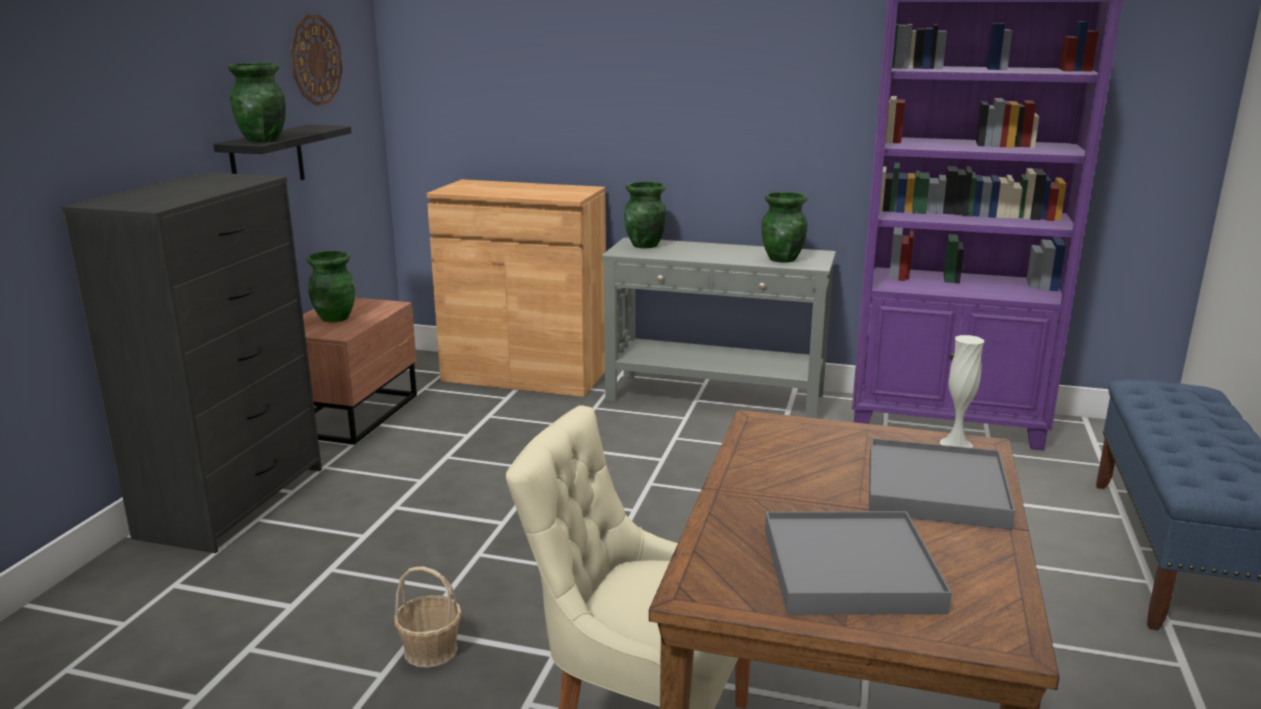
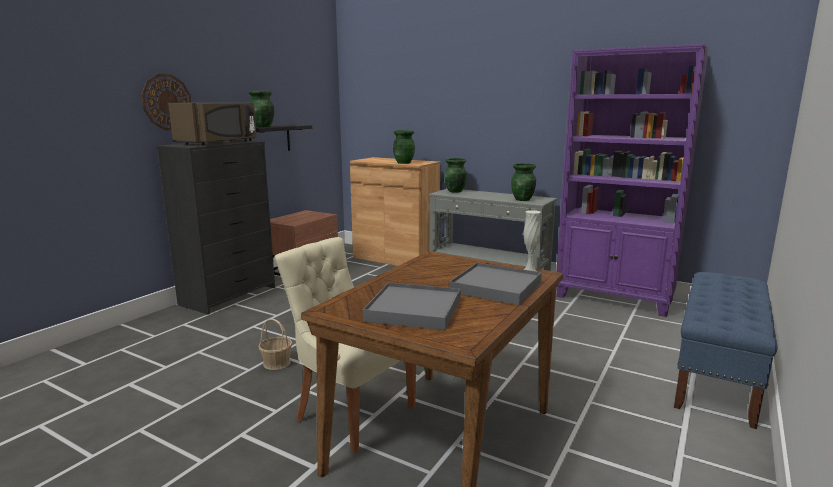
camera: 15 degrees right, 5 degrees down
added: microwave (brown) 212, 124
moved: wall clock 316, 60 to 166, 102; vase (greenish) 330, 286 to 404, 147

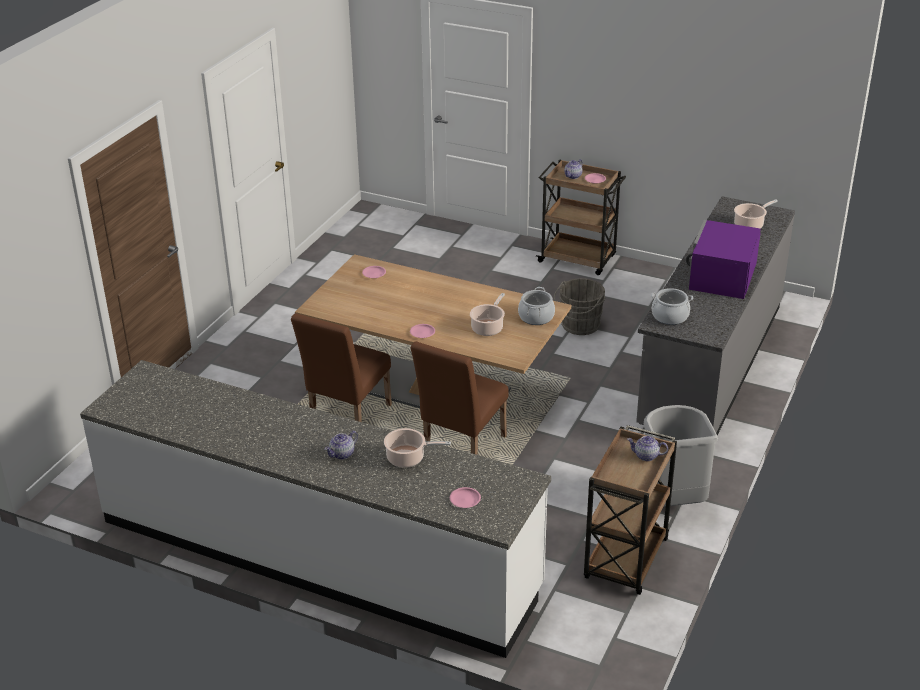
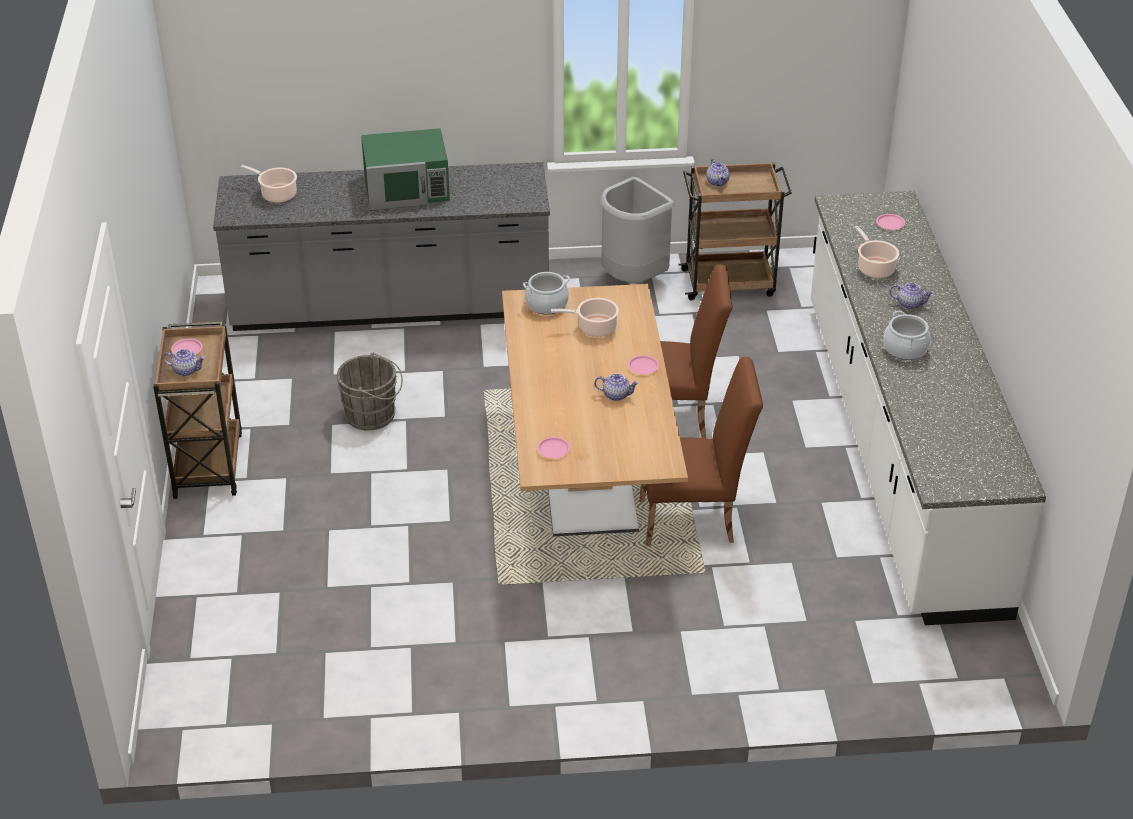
camera: 120 degrees left, 5 degrees up
added: tea pot 616, 387
moved: saucepot 672, 306 to 907, 335
recoloured: microwave (purplish) 723, 259 to microwave (greenish) 405, 169

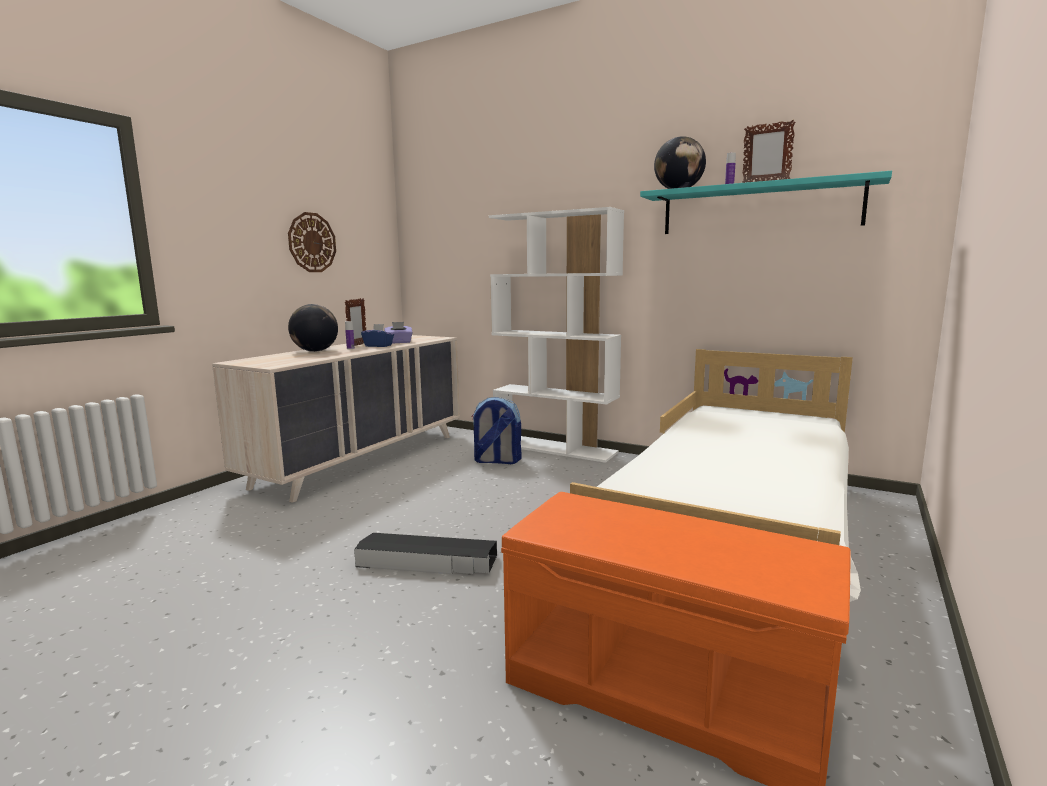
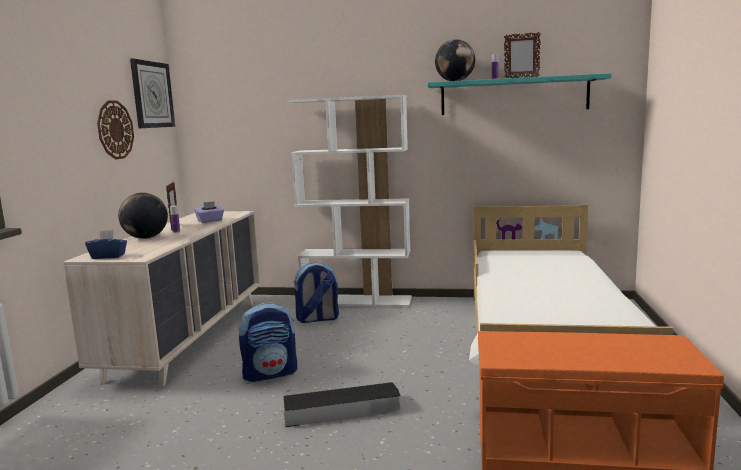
camera: 20 degrees left, 0 degrees up
added: wall clock 152, 93; backpack 267, 342
moved: tissue holder (blue) 377, 335 to 106, 244

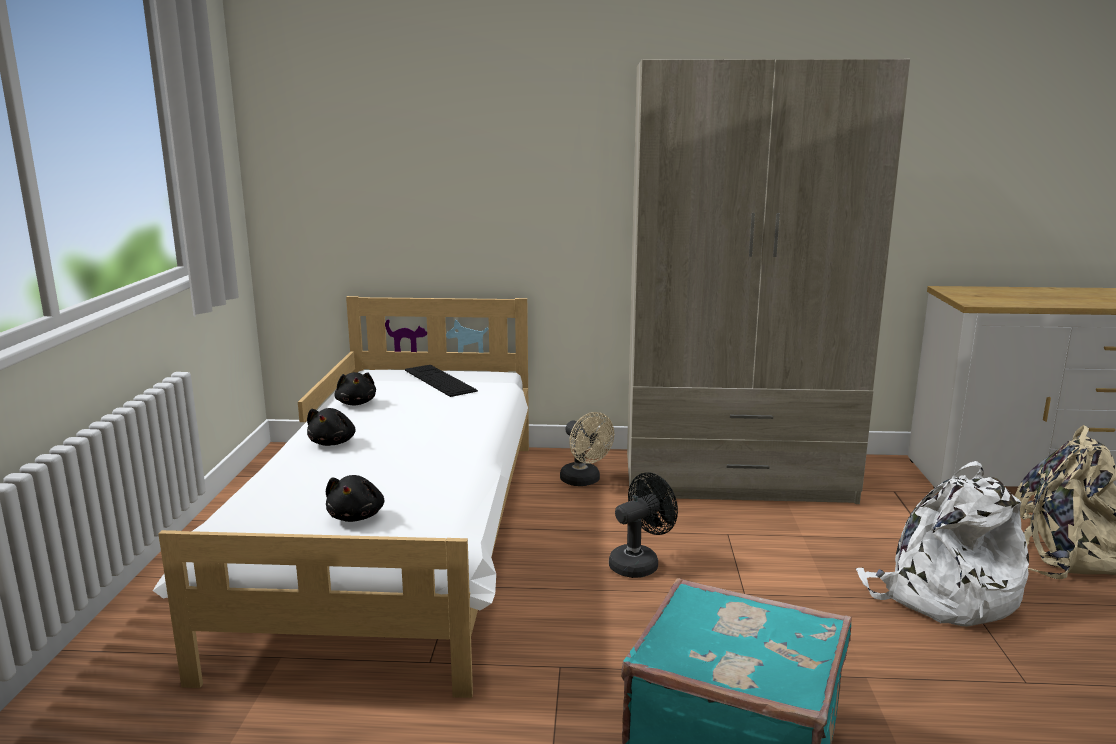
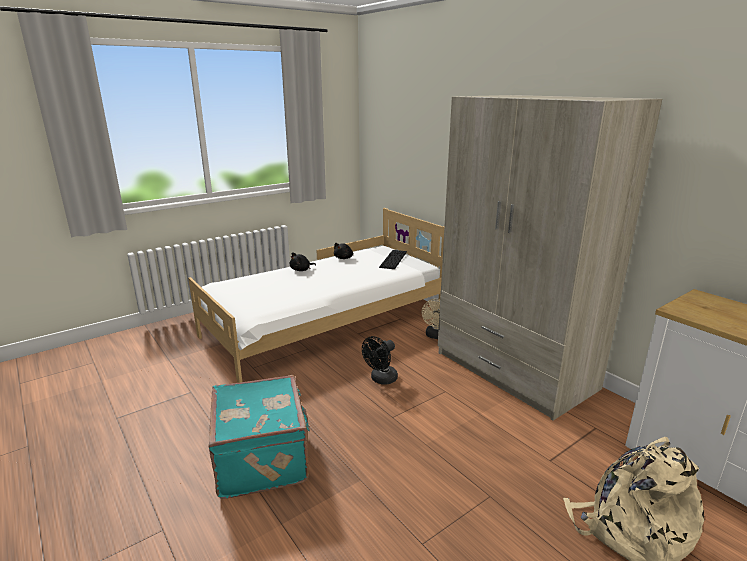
camera: 50 degrees right, 5 degrees up
removed: backpack (whitish) 942, 543; soft toy (black-coloured) 355, 498
turned: electric fan (black-coloured) 643, 525 = 380, 360 120 degrees clockwise

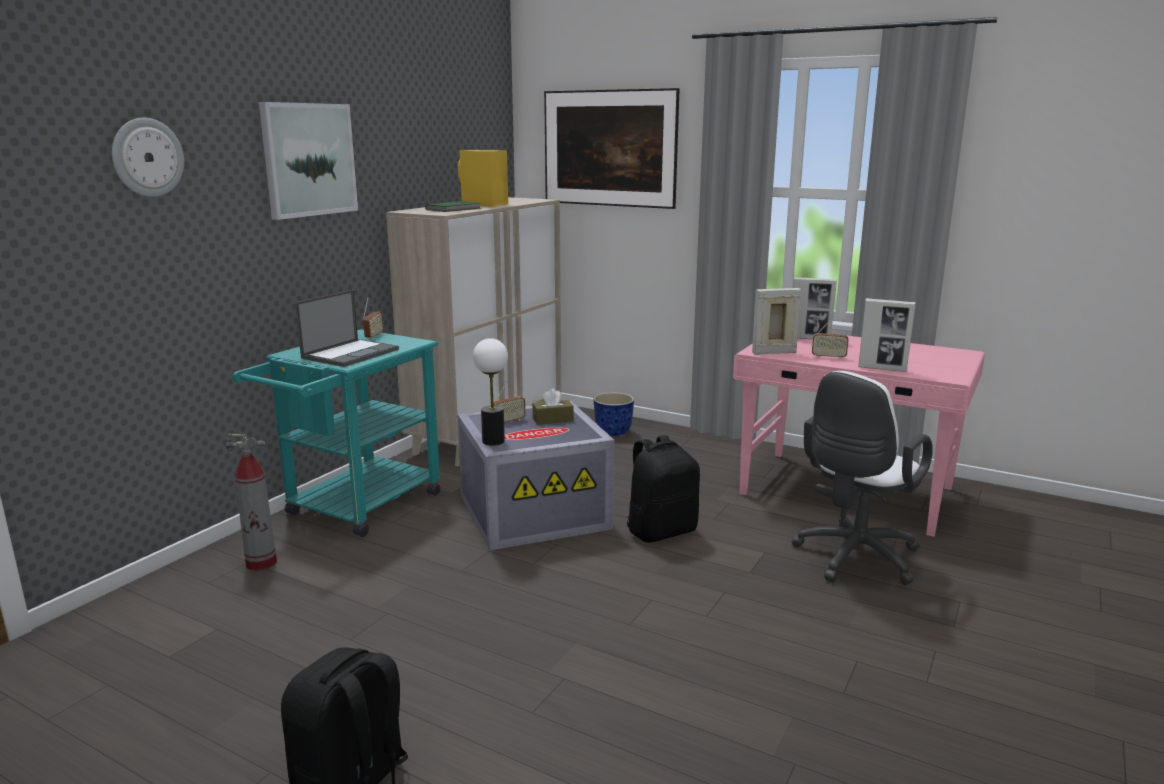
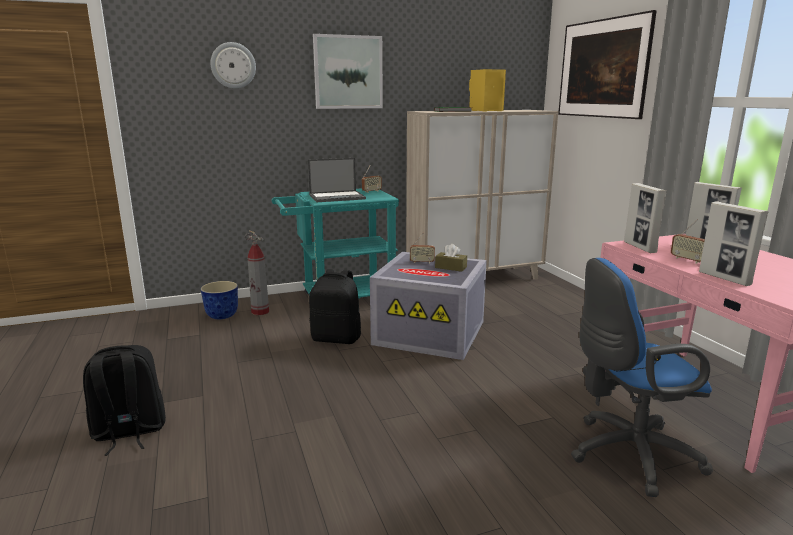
camera: 40 degrees right, 0 degrees up
removed: tabletop lamp 490, 391
moved: plant pot 614, 414 to 219, 300; backpack (black-coloured) 663, 489 to 335, 306
recoloured: office chair (whitish) 862, 478 to office chair (blue) 642, 377
turned: standing frame 776, 321 = 645, 218 135 degrees counterclockwise

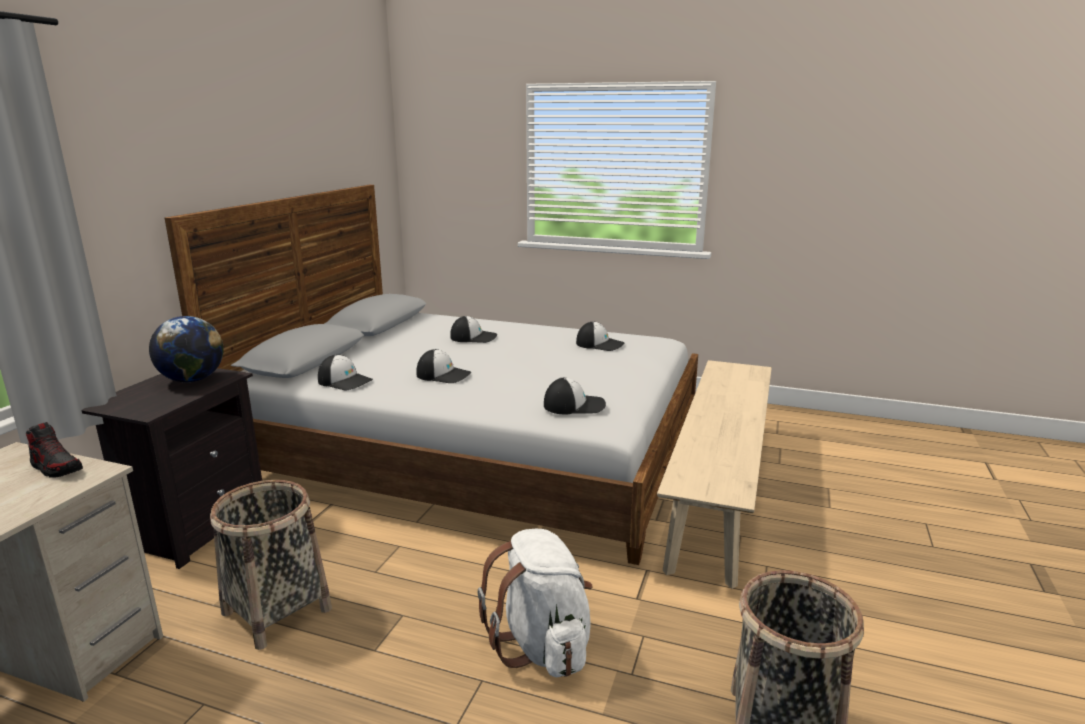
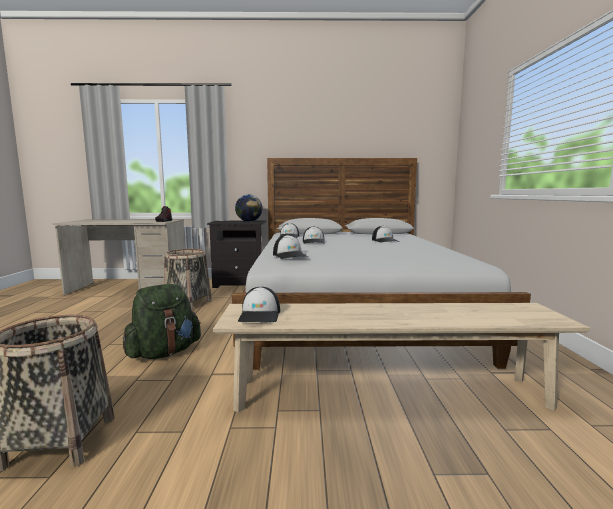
camera: 70 degrees right, 10 degrees down
moved: baseball cap 600, 336 to 259, 304
recoloured: backpack (whitish) 535, 603 to backpack (greenish) 162, 321

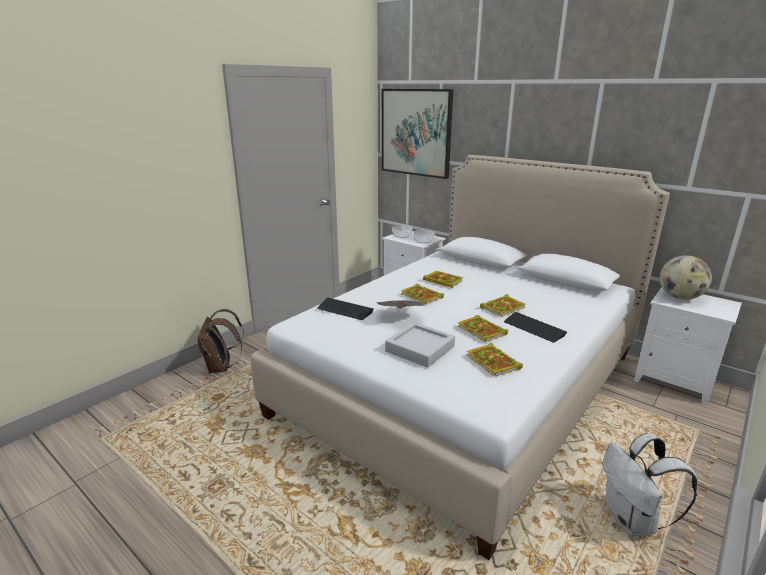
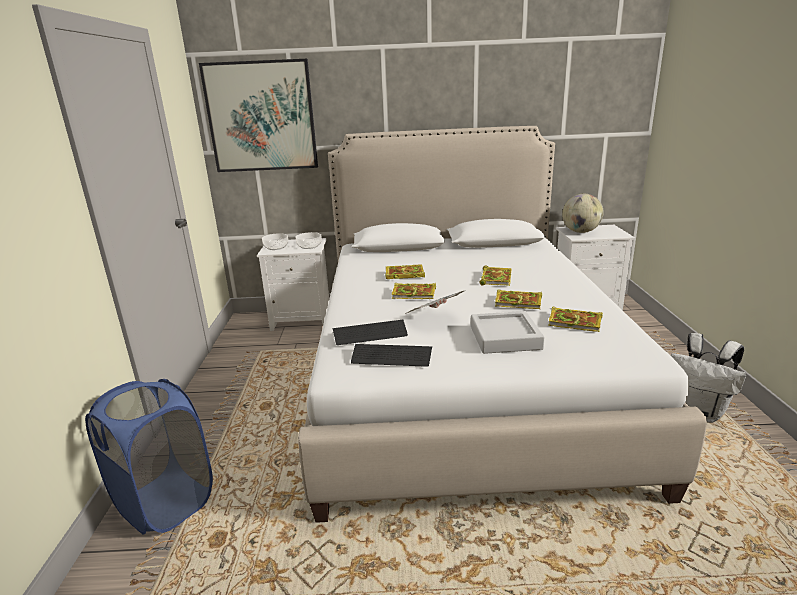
camera: 40 degrees left, 0 degrees up
moved: computer keyboard 535, 327 to 391, 355
replaced: backpack (brown) 221, 341 to washing basket (blue) 149, 457

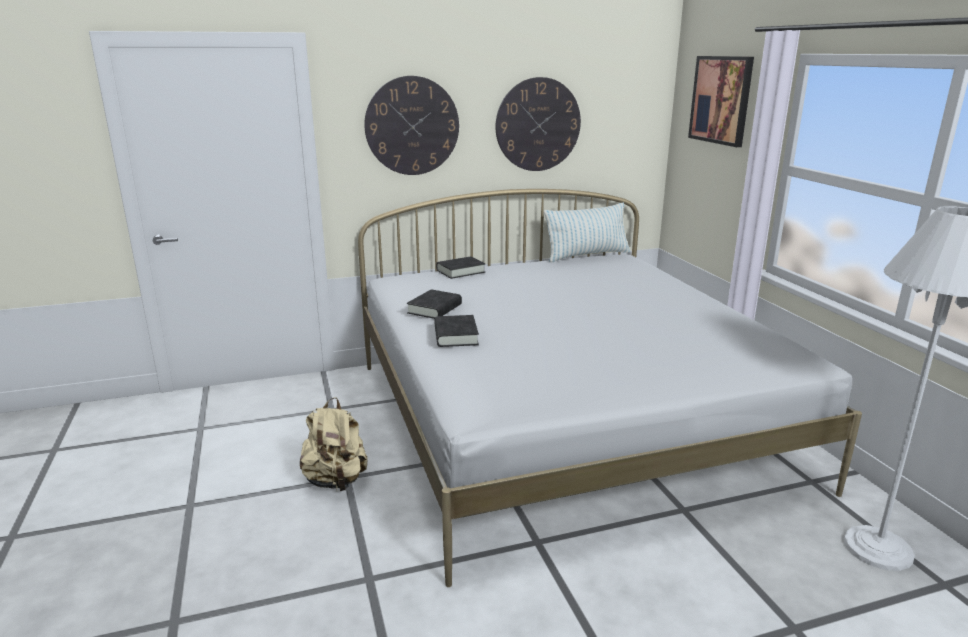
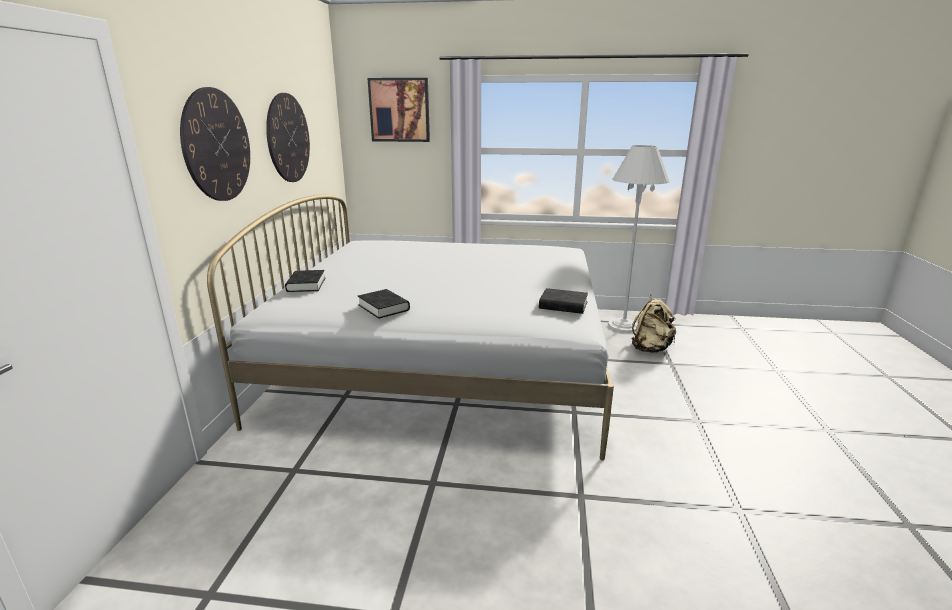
camera: 65 degrees left, 0 degrees up
removed: pillow 587, 232
moved: book (black-coloured) 456, 331 to 563, 301; backpack (beige) 334, 444 to 654, 323

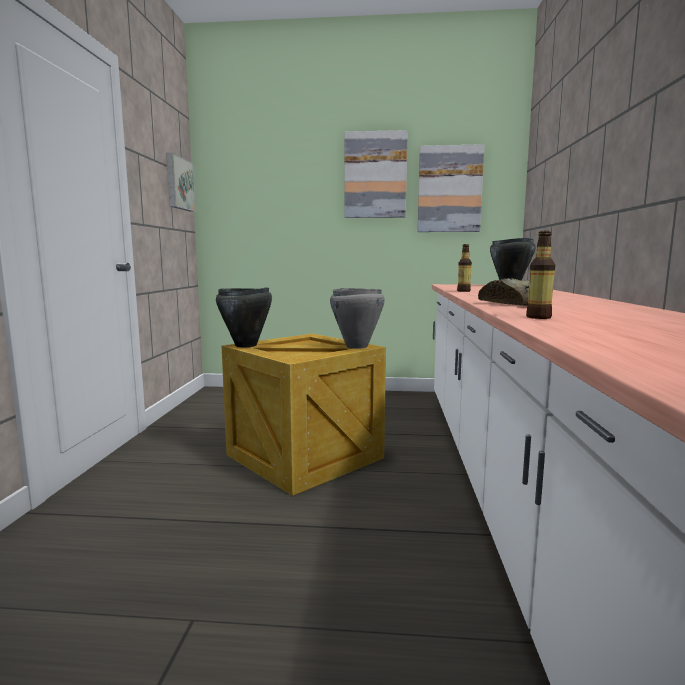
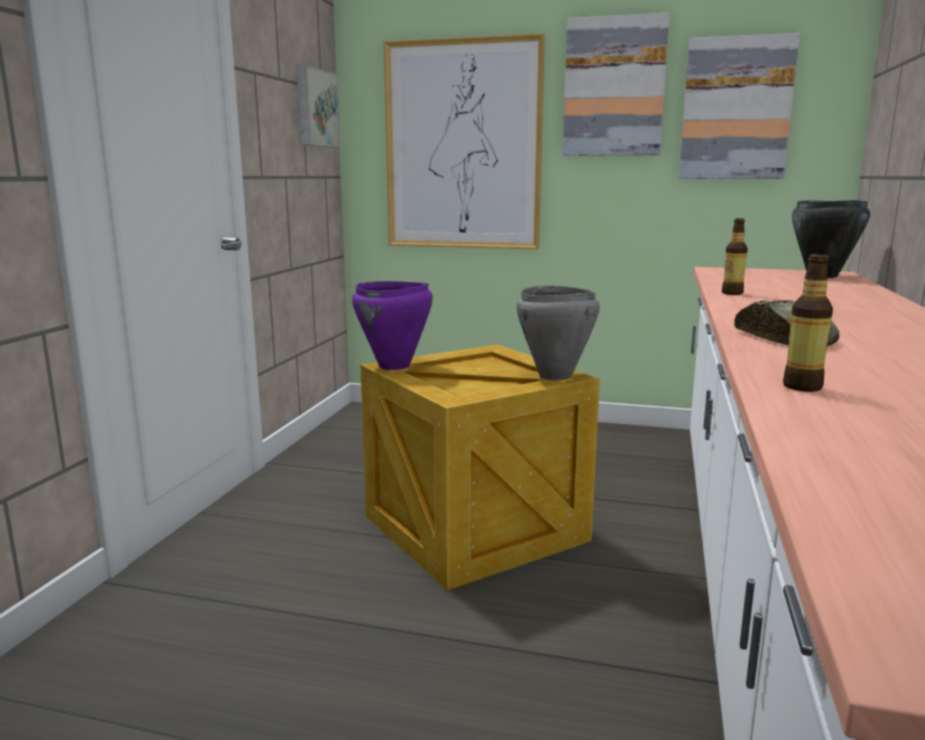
camera: 10 degrees right, 5 degrees up
added: picture 464, 141
recoloured: saucepot (black-coloured) 244, 317 to saucepot (purplish) 392, 325

